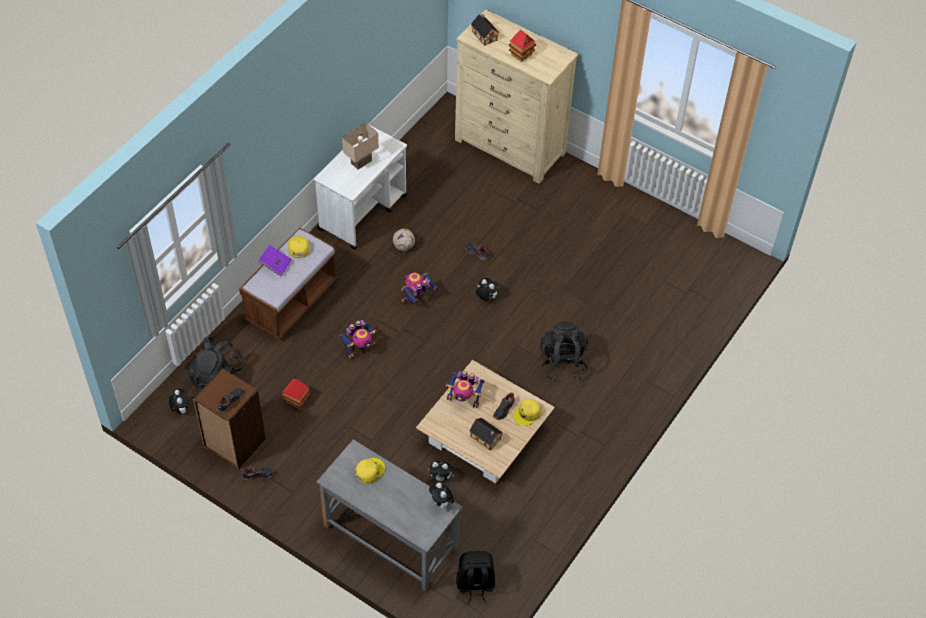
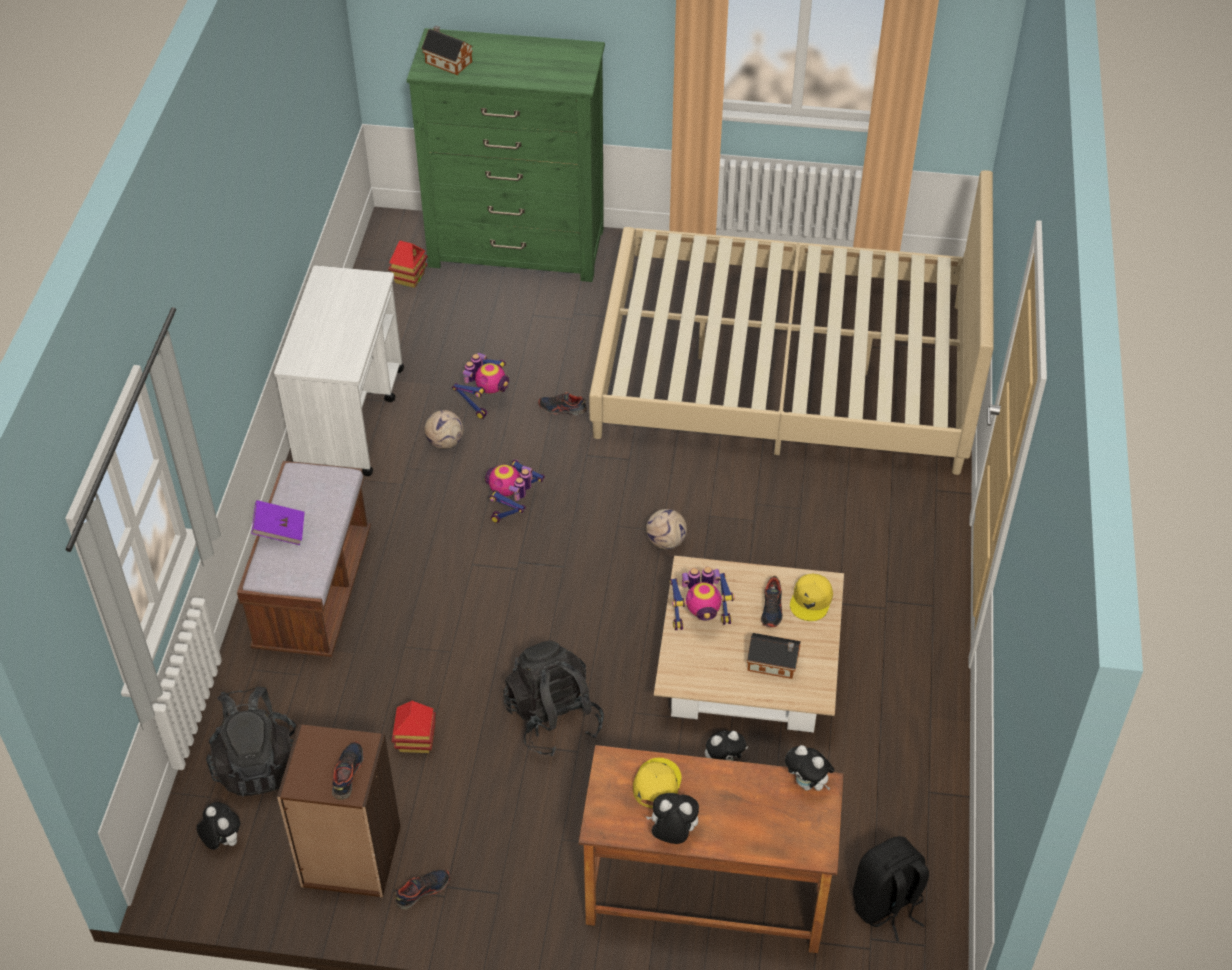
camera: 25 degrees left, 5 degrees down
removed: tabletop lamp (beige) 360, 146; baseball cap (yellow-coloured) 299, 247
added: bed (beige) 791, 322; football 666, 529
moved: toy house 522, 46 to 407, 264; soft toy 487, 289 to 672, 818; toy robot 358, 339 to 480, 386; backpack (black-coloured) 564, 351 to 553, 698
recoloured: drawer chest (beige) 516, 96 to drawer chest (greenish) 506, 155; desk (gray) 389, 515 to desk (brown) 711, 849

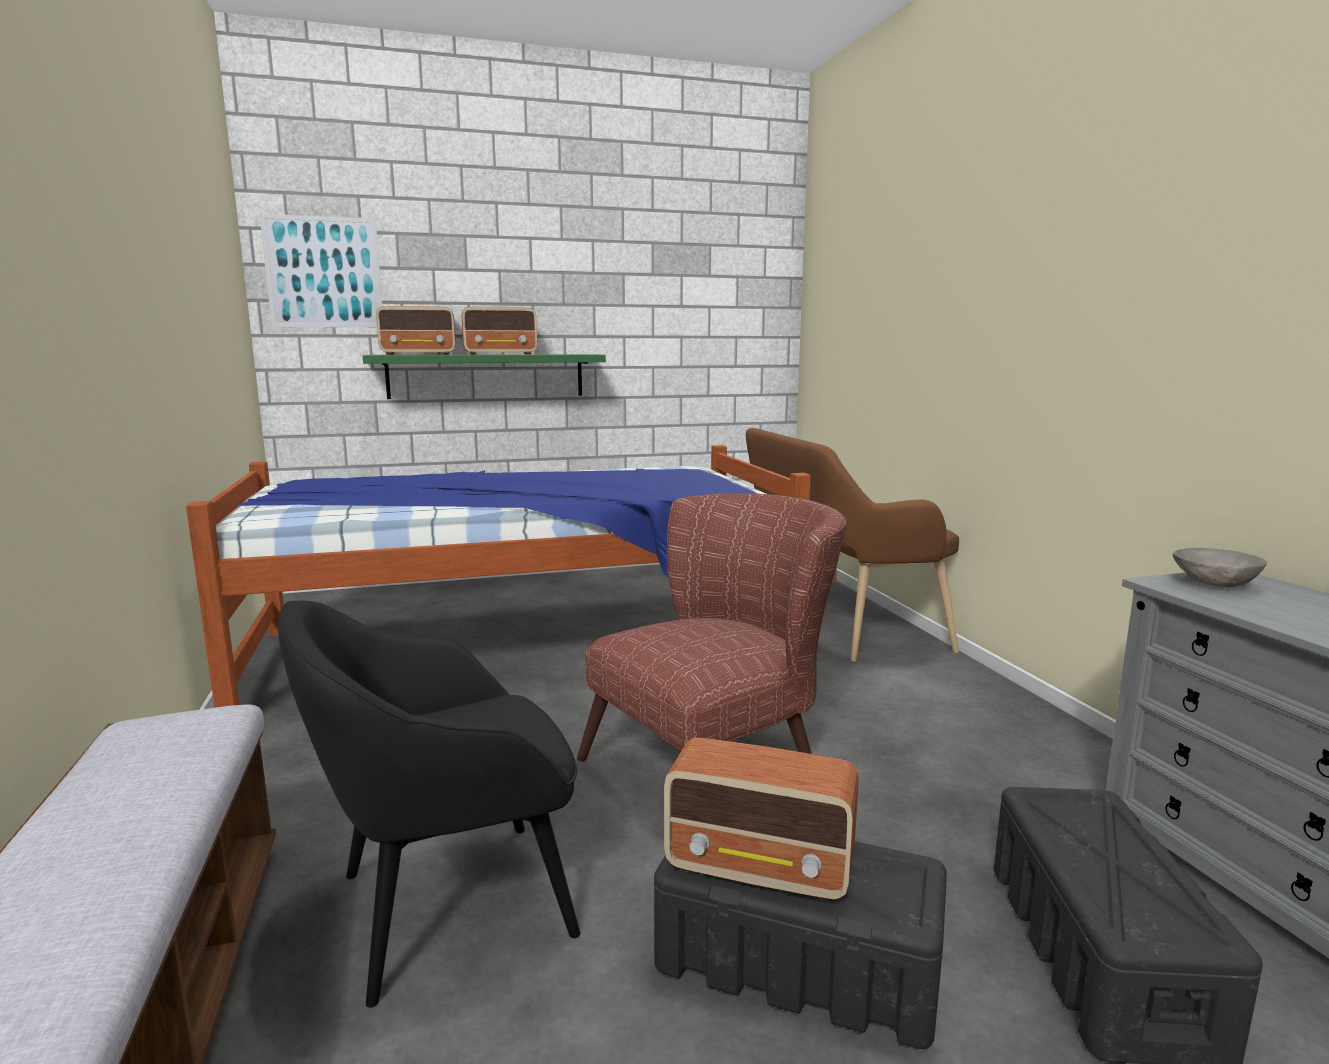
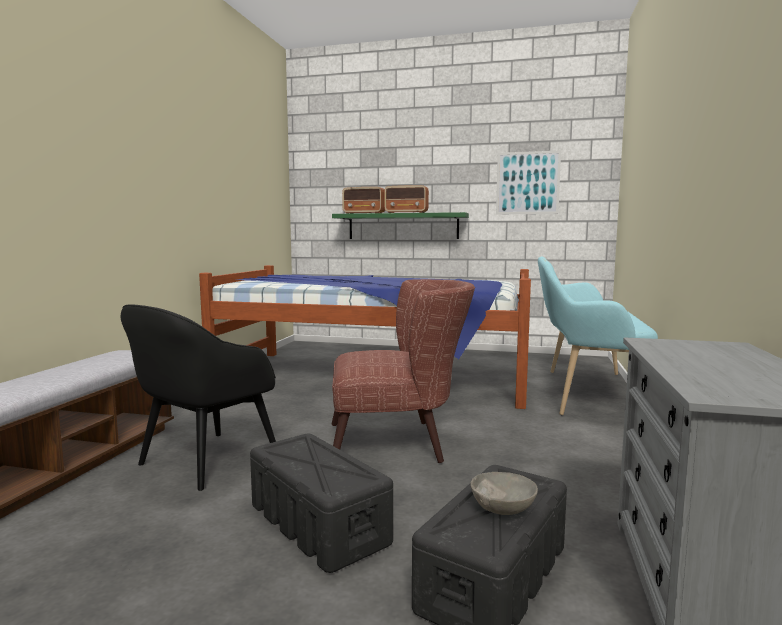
camera: 30 degrees right, 5 degrees down
removed: radio 761, 819
moved: picture 320, 271 to 528, 182; serving bowl (gray) 1220, 567 to 504, 493
recoloured: long seat (brown) 852, 545 to long seat (turquoise-coloured) 598, 336
turned: easy chair (black-coloured) 429, 804 = 198, 398 60 degrees counterclockwise

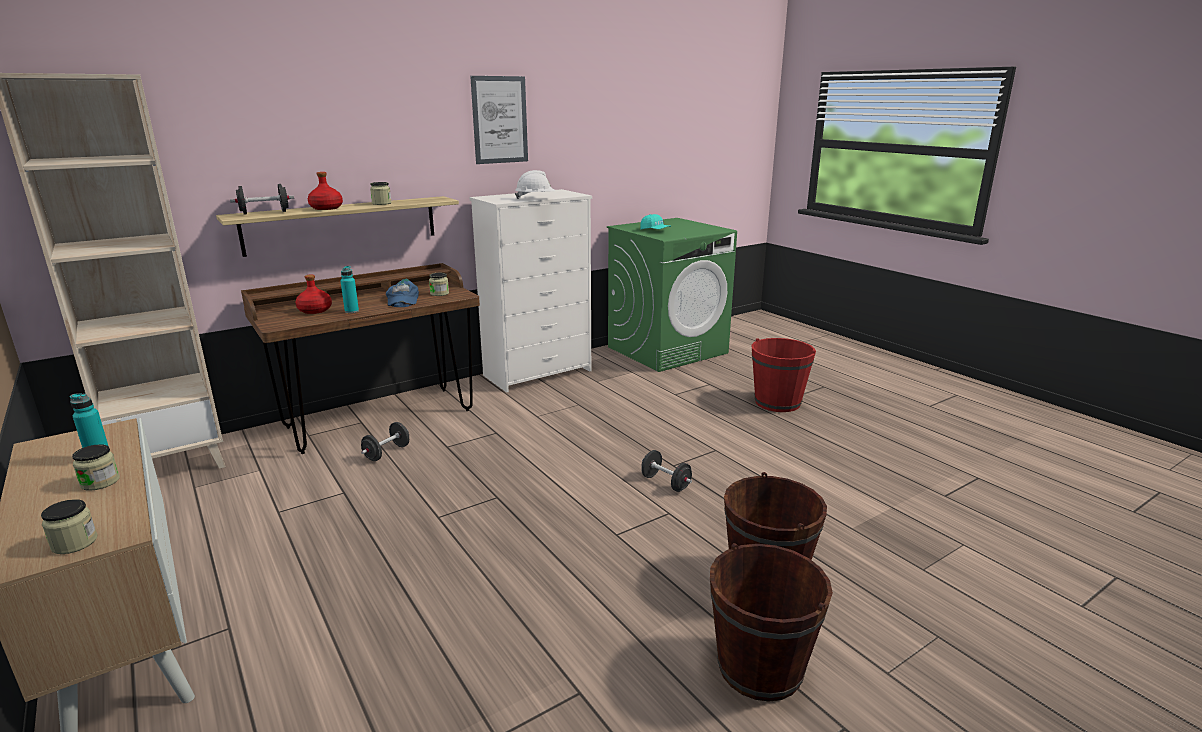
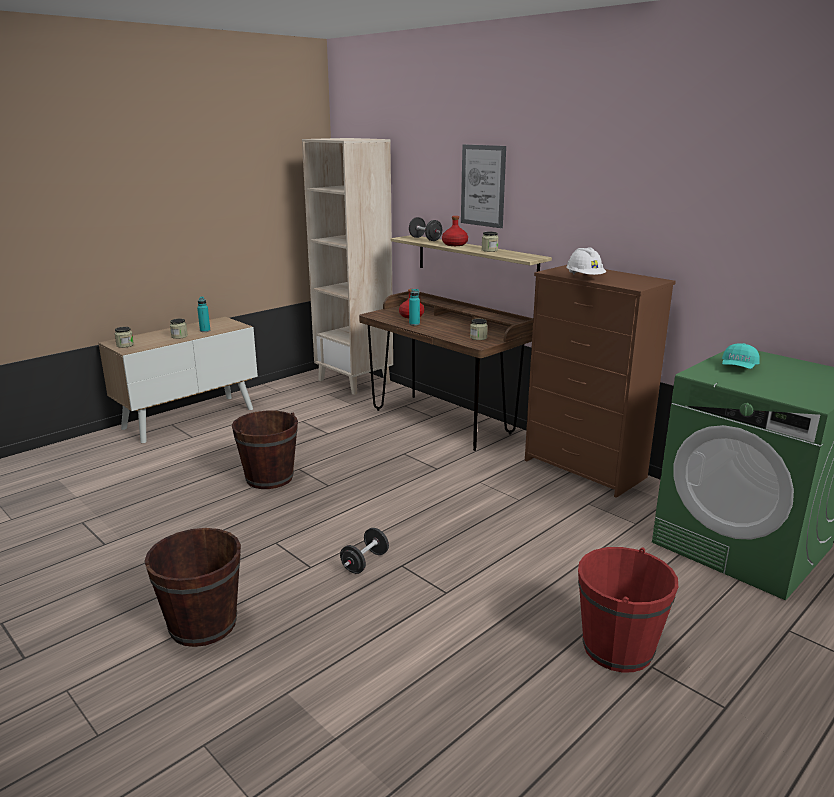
camera: 80 degrees right, 0 degrees up
removed: baseball cap (blue) 402, 293; free weight (black-coloured) 385, 441
moved: picture 499, 120 to 483, 186; pail (brown) 771, 622 to 265, 450
recoloured: drawer chest (whitish) 530, 291 to drawer chest (brown) 600, 381

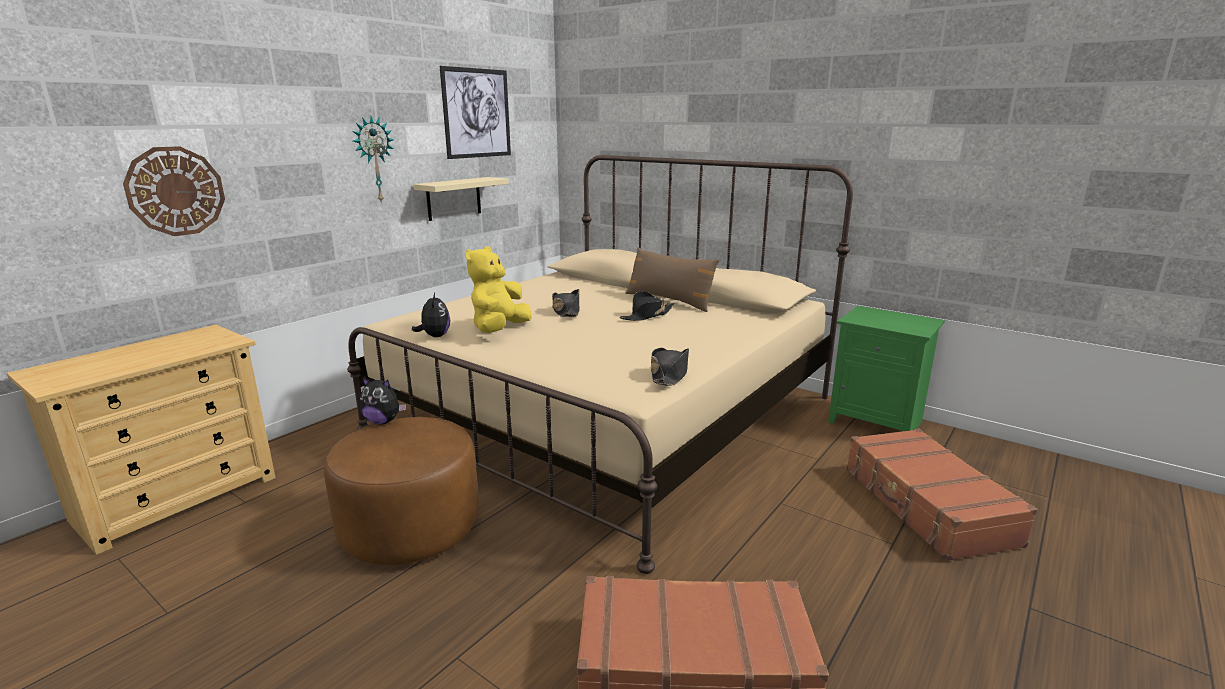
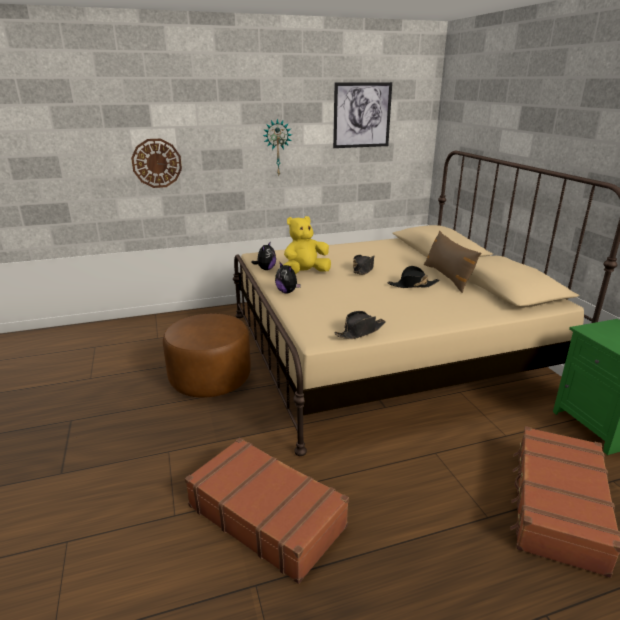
camera: 35 degrees right, 5 degrees up
removed: wall shelf (beige) 461, 199; drawer chest (beige) 141, 440
moved: soft toy 383, 400 to 288, 277

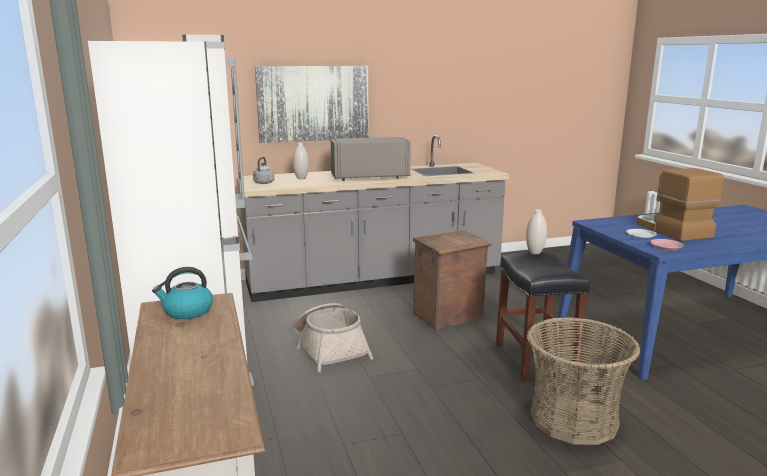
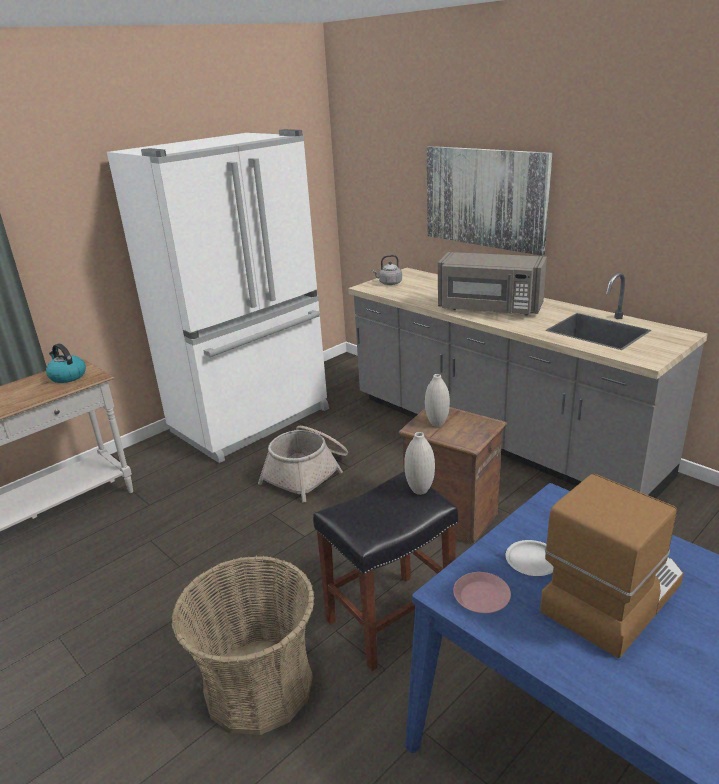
camera: 65 degrees right, 10 degrees up
moved: vase (whitish) 301, 161 to 437, 400
turned: microwave (gray) 371, 159 = 492, 283 150 degrees clockwise

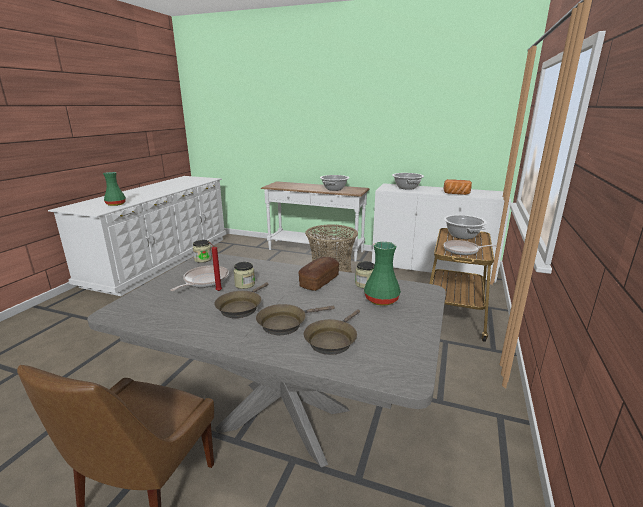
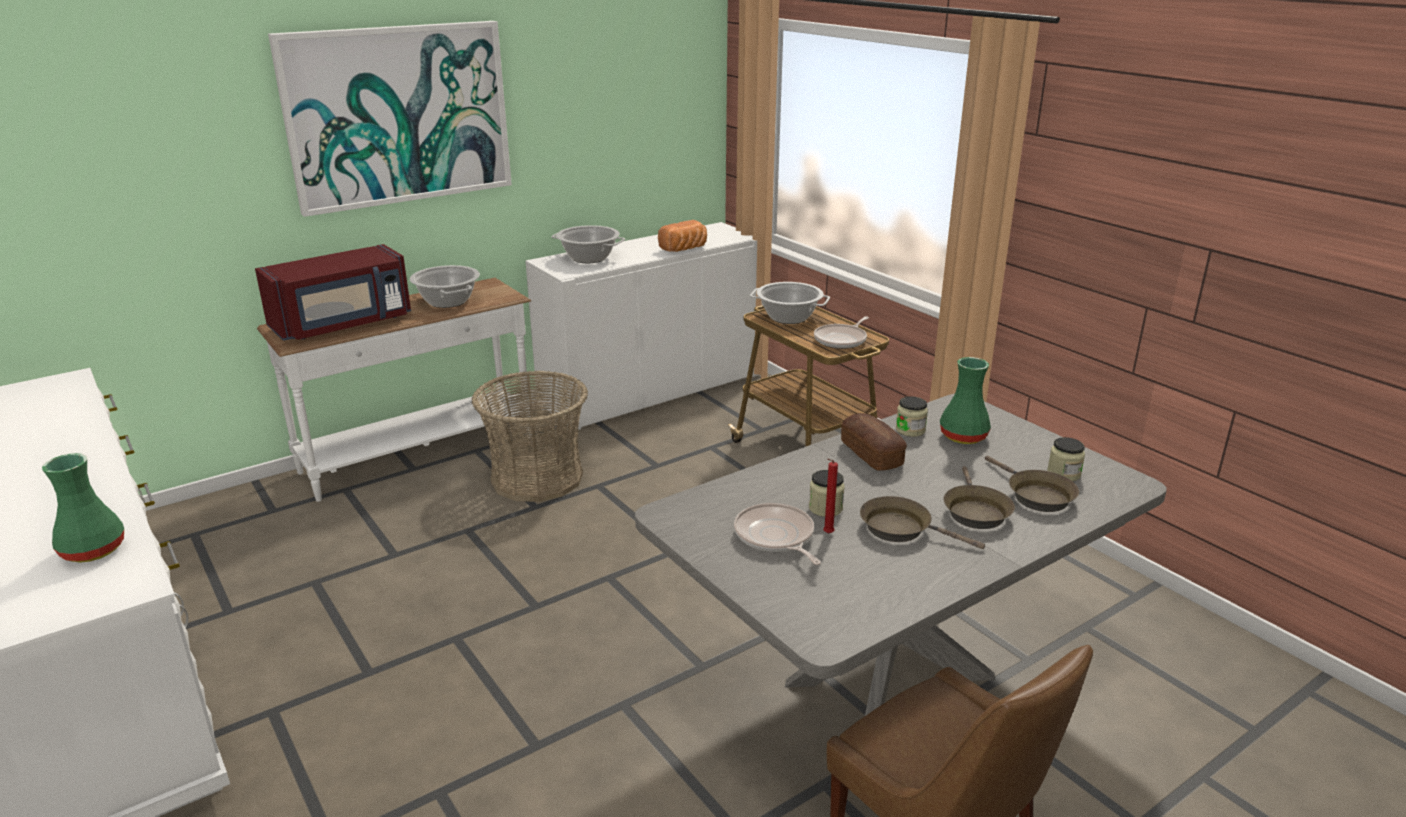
camera: 55 degrees left, 5 degrees up
added: picture 390, 119; microwave (reddish) 333, 292
moved: jar 202, 251 to 1066, 459
turned: frying pan (brown) 241, 300 = 922, 522 150 degrees clockwise

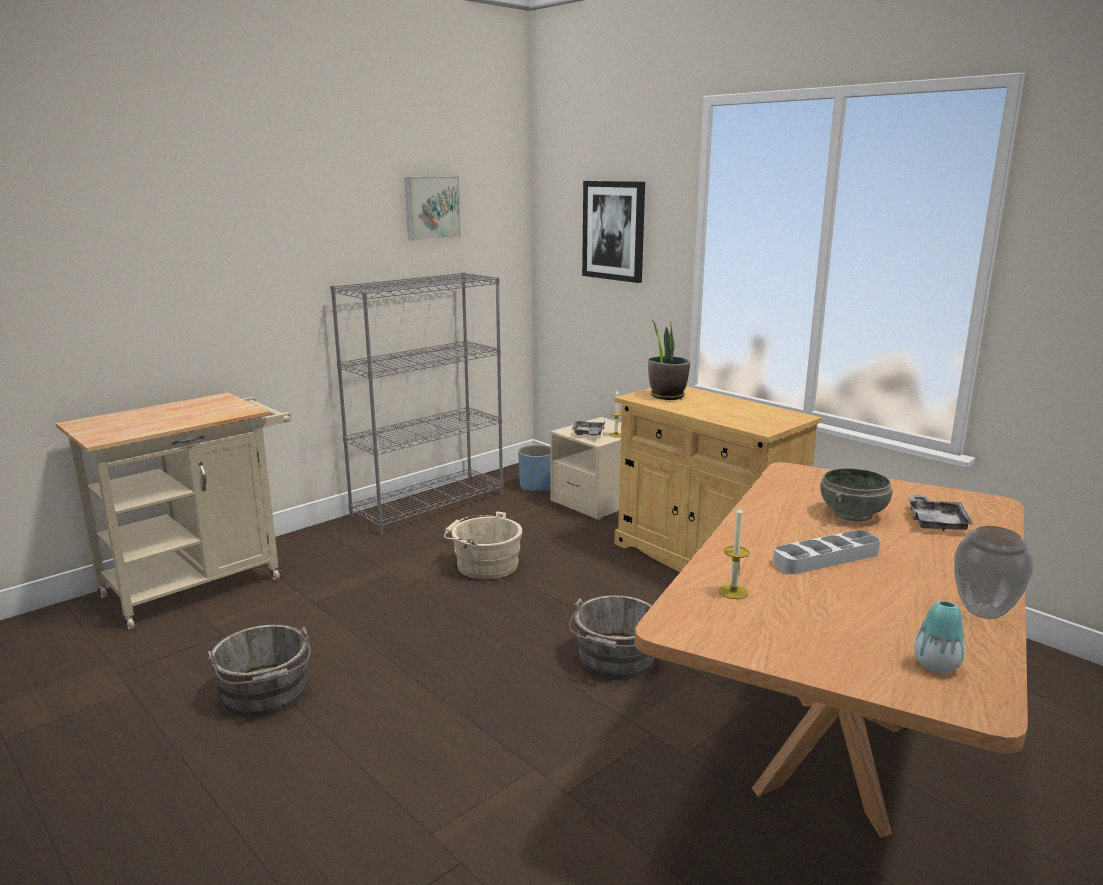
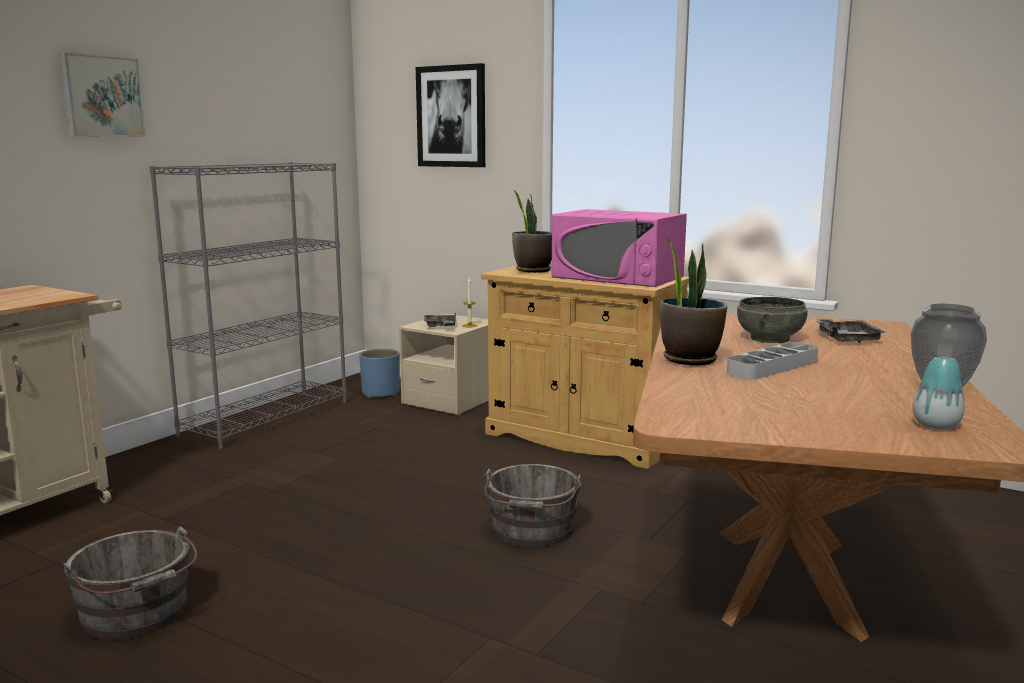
camera: 15 degrees left, 5 degrees down
removed: wax light 734, 552; pail (beige) 483, 545
added: microwave (pink) 619, 248; houseplant 693, 302
moved: picture 433, 208 to 102, 94

